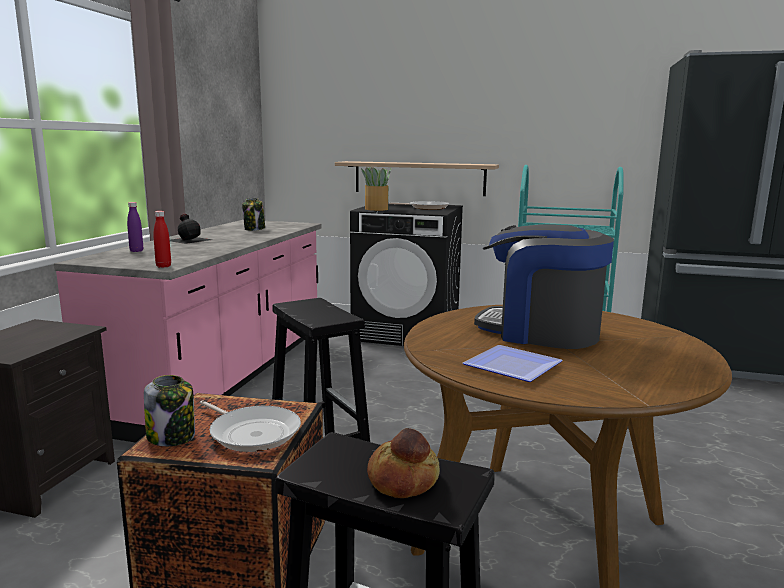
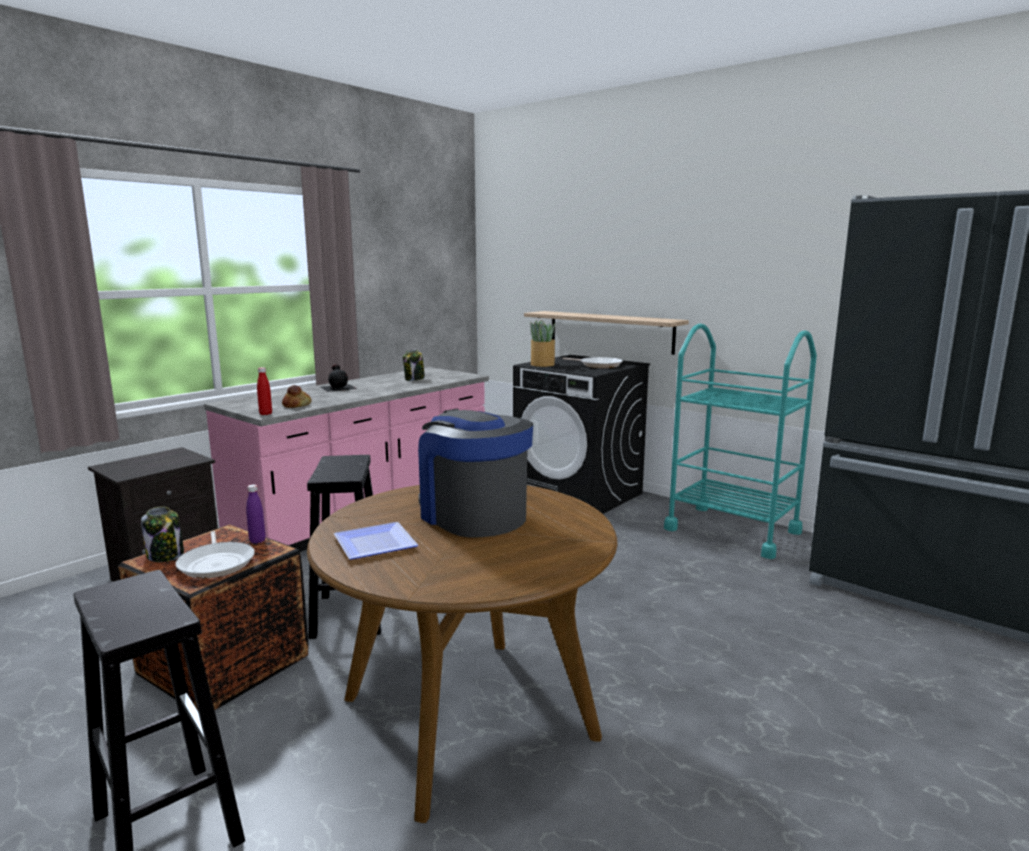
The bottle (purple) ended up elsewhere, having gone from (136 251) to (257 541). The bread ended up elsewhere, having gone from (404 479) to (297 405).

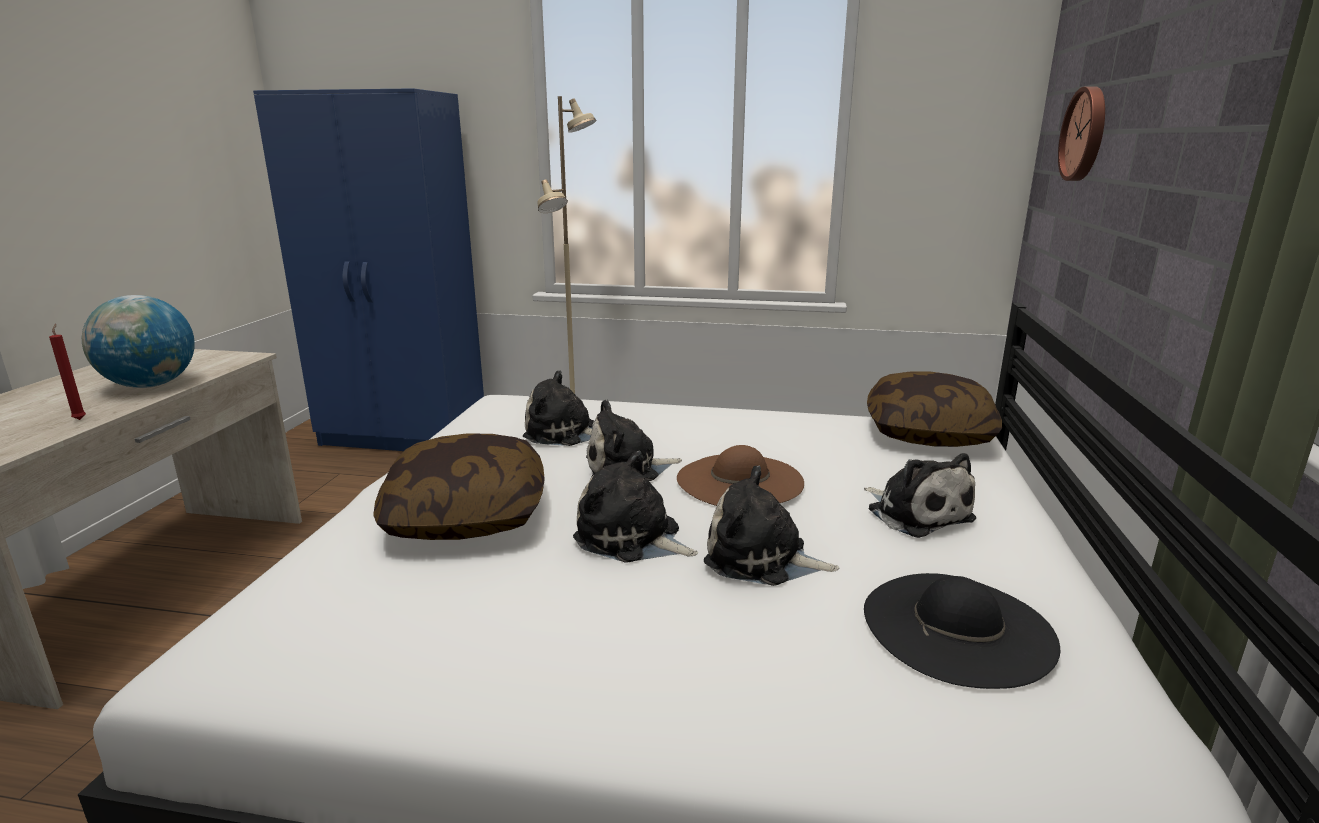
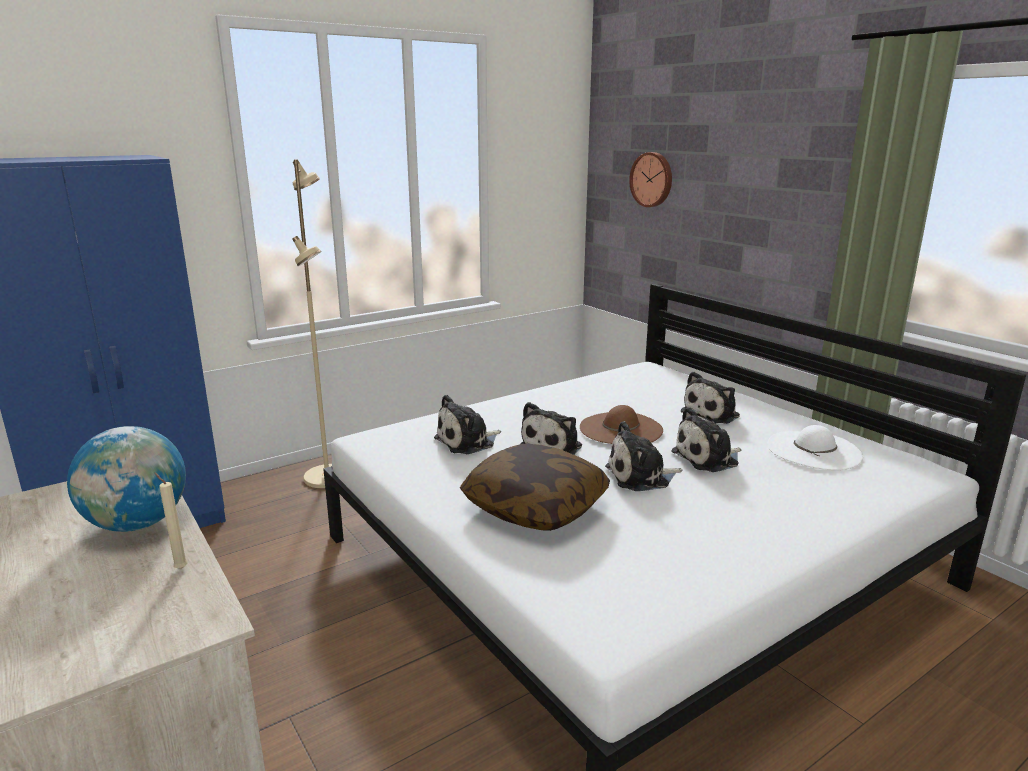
What was the candle (red) at (80 419) turned into the candle (beige) at (179 568). The plush toy at (916 513) ended up facing another way, 120 degrees clockwise from before. What was the hat (black) at (957 627) turned into the hat (white) at (814 450). The second view lost the pillow at (928 432).

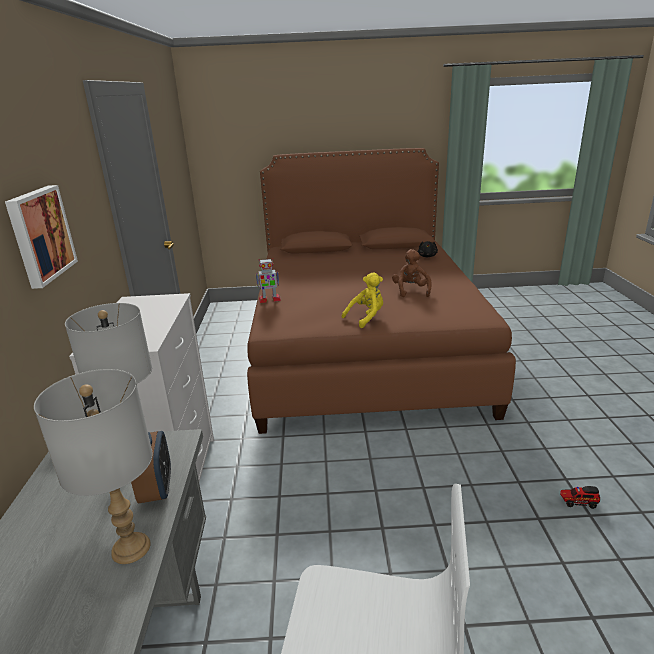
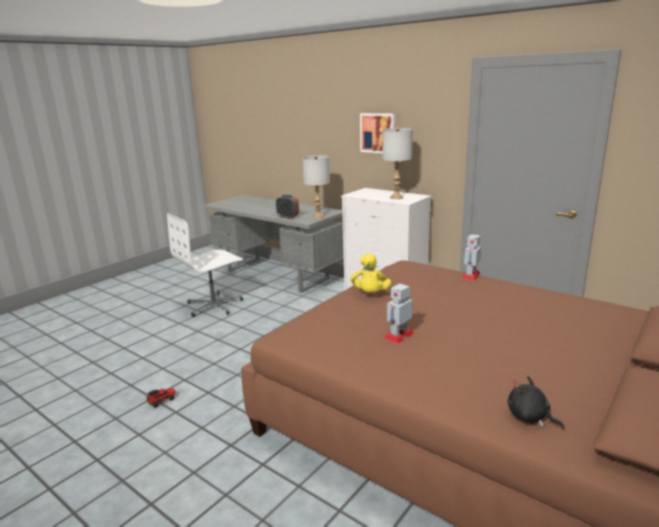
The table lamp (grey) ended up elsewhere, having gone from (131 548) to (396 197). Where the plush toy (brown) stood at (411 291), the toy robot came to stand at (399 335).

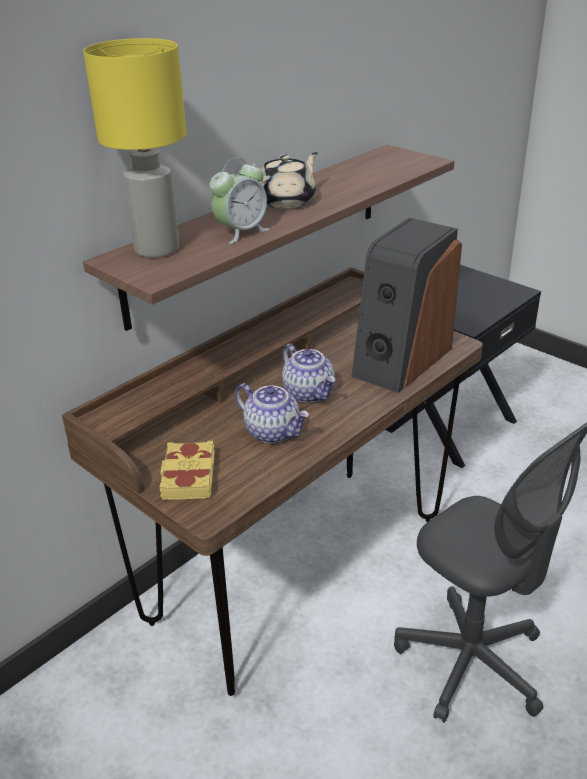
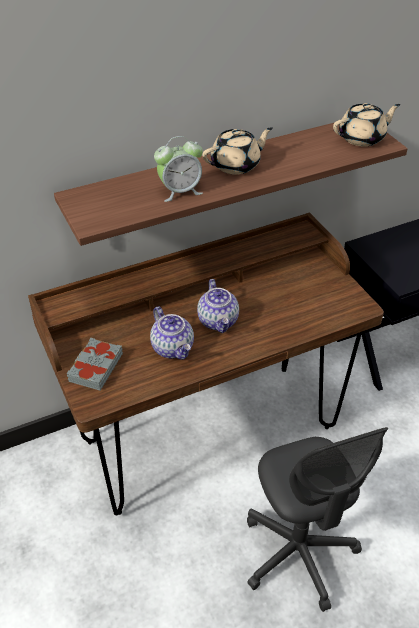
What was the book (yellow) at (187 476) turned into the book (grey) at (95 367). The second view gained the teapot (beige) at (362 138). The second view lost the table lamp (yellow) at (157 250). The second view lost the speaker at (401 360).

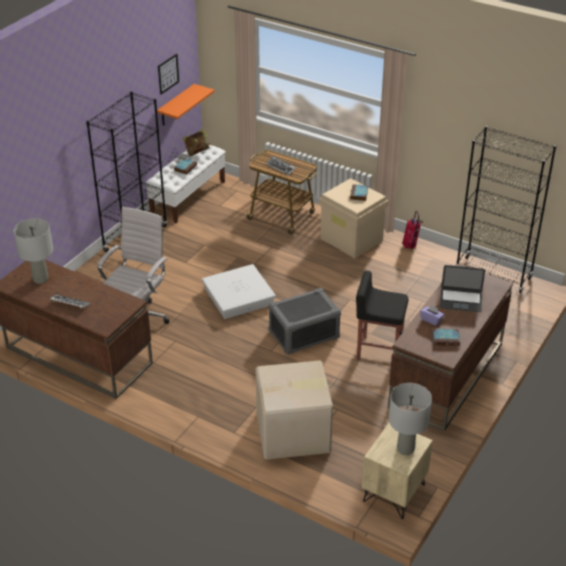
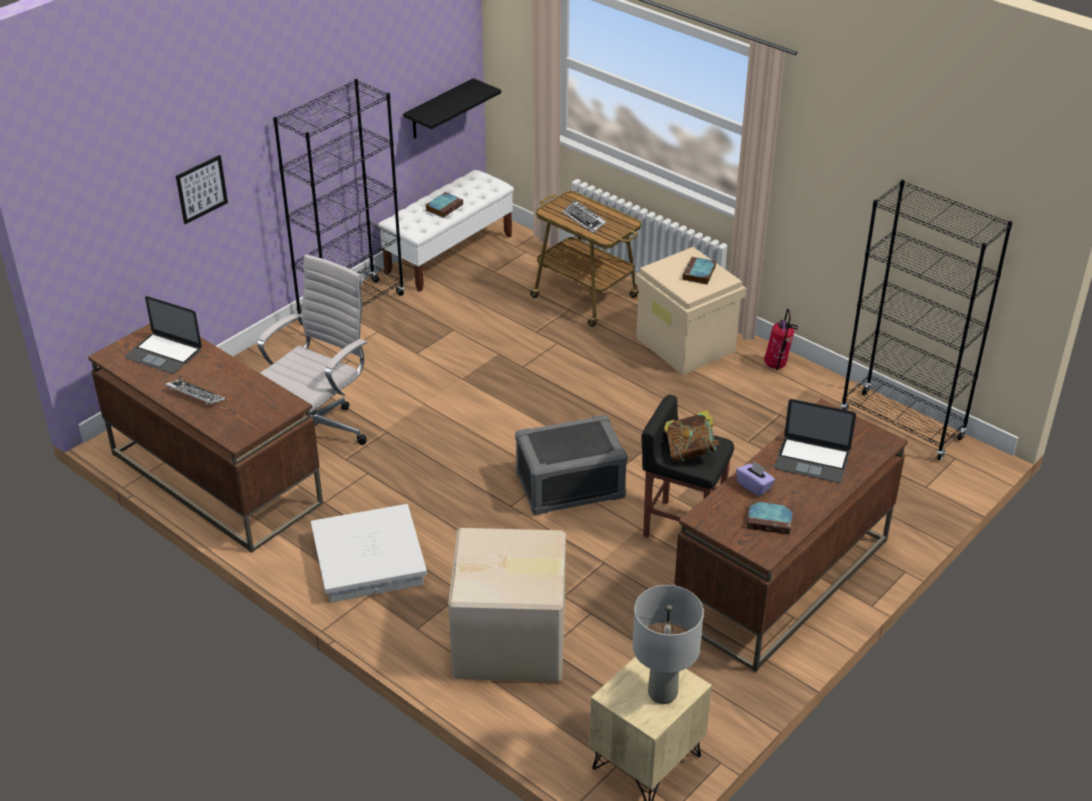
Where the table lamp (grey) stood at (41 279), the laptop came to stand at (163 353). The picture ended up elsewhere, having gone from (168 74) to (201 189). The storage box (white) ended up elsewhere, having gone from (238 296) to (368 561). What was the shelf (orange) at (176 105) turned into the shelf (black) at (439 110). The book ended up elsewhere, having gone from (197 151) to (690 452).

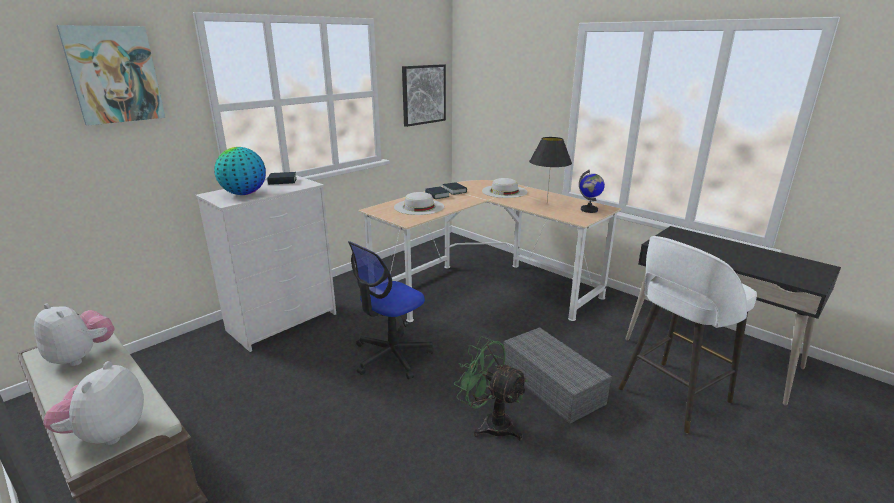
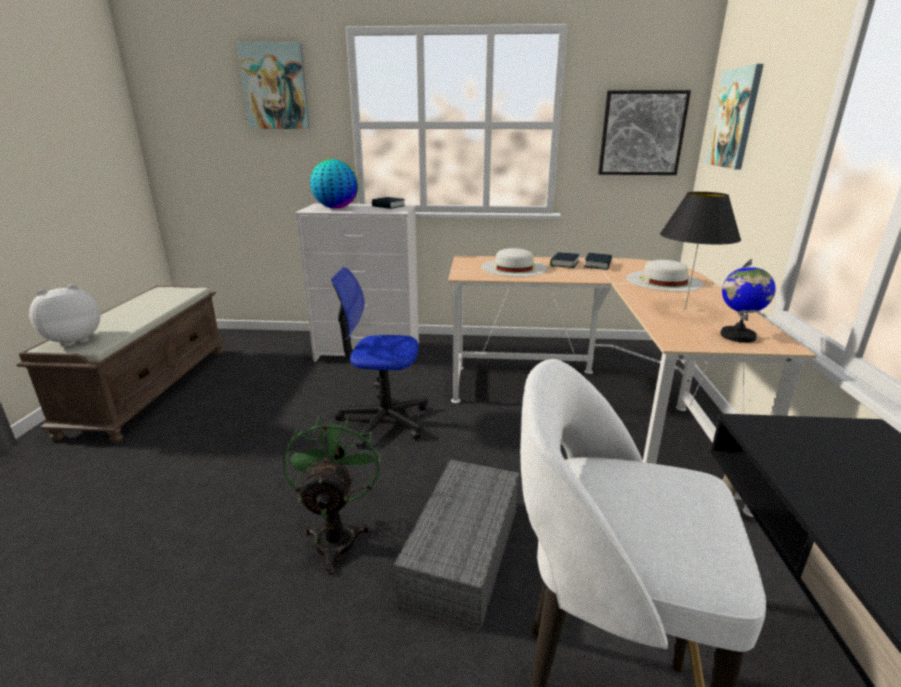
The second view gained the picture at (735 118). The second view lost the plush toy at (82 356).

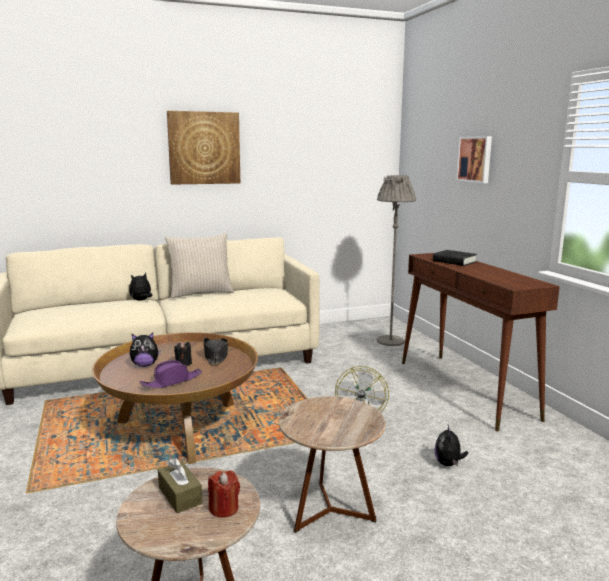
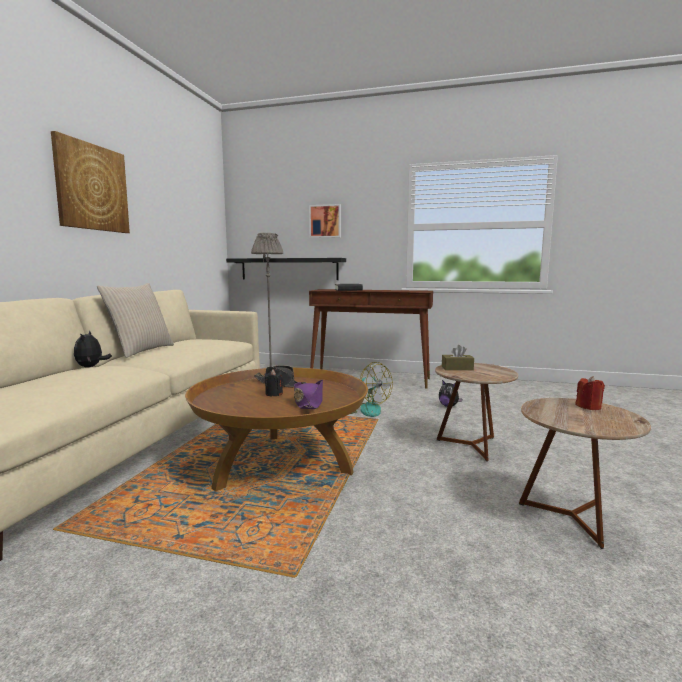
The second view gained the shelf (black) at (289 269). The tissue box (brown) ended up elsewhere, having gone from (180 495) to (457 368). The second view lost the plush toy at (145 365).

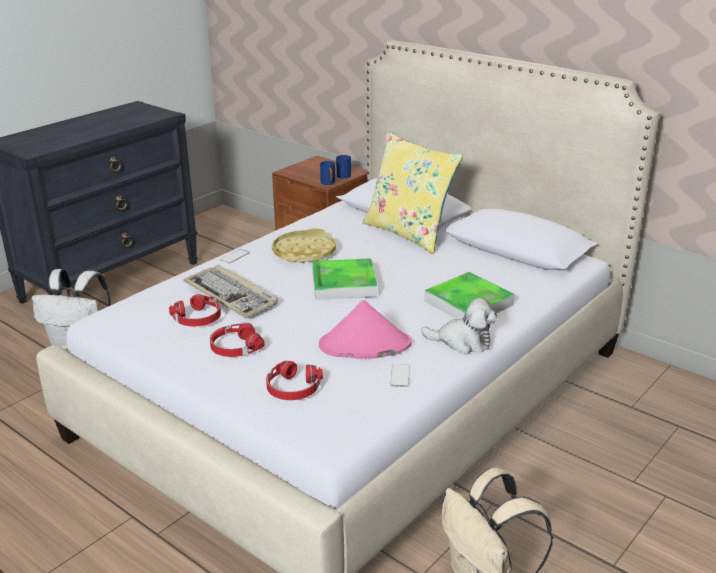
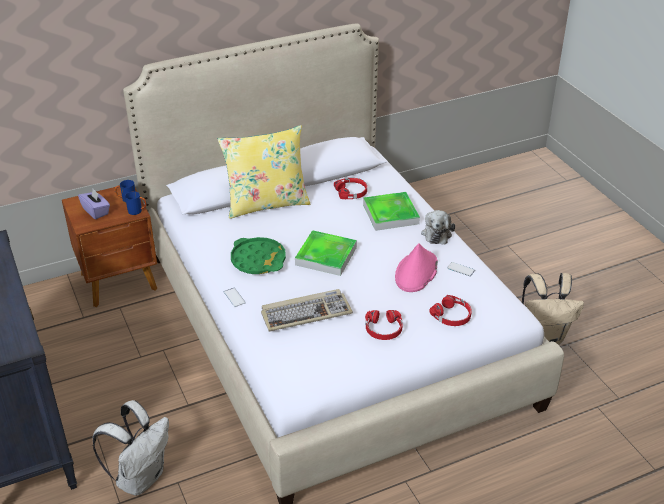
The second view gained the tissue box (purple) at (96 211). What was the tray (yellow) at (304 252) turned into the tray (green) at (258 260). The headphones (red) ended up elsewhere, having gone from (198 318) to (351 192). The plush toy at (463 342) ended up facing another way, 150 degrees clockwise from before.

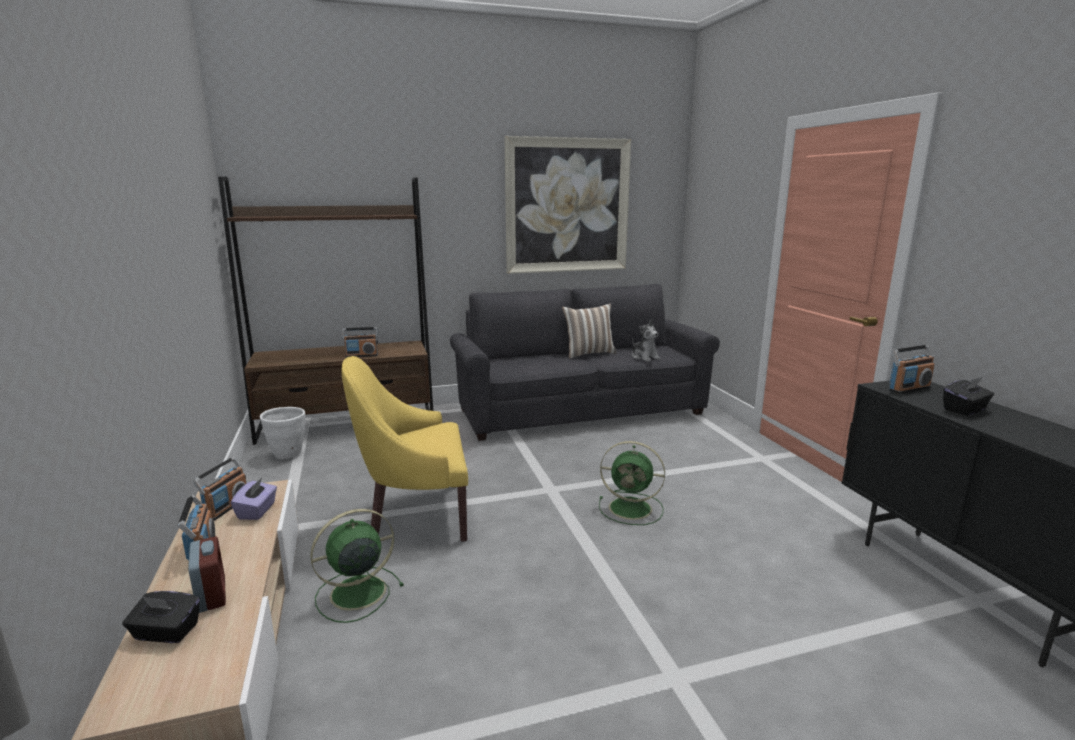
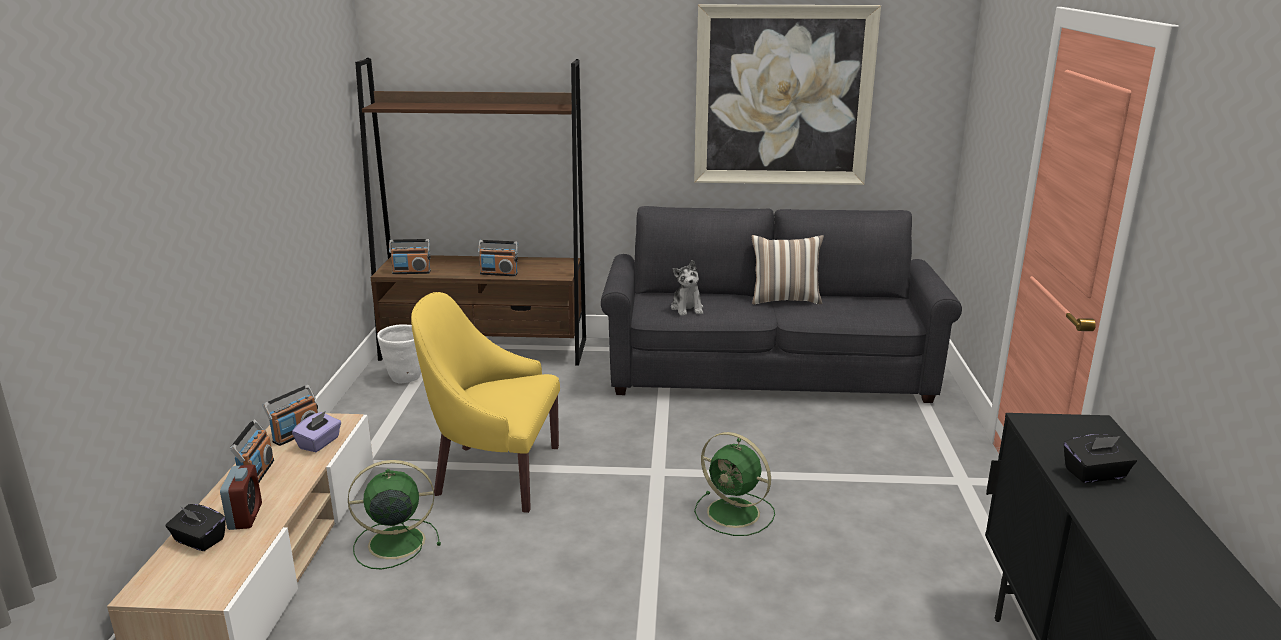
The radio ended up elsewhere, having gone from (908 389) to (411 272). The plush toy ended up elsewhere, having gone from (644 357) to (687 308).

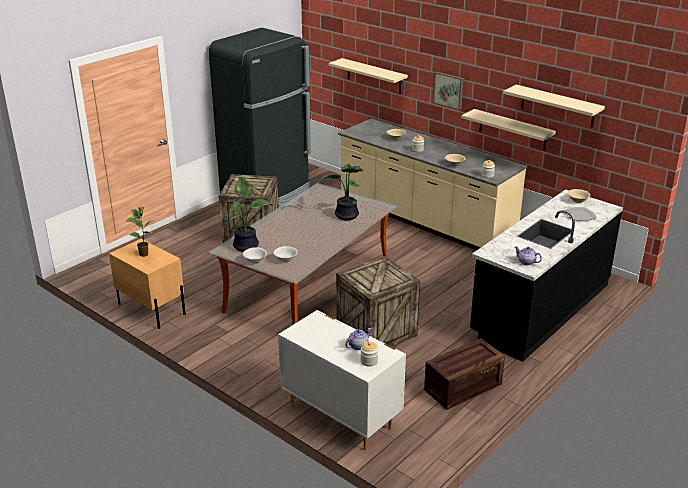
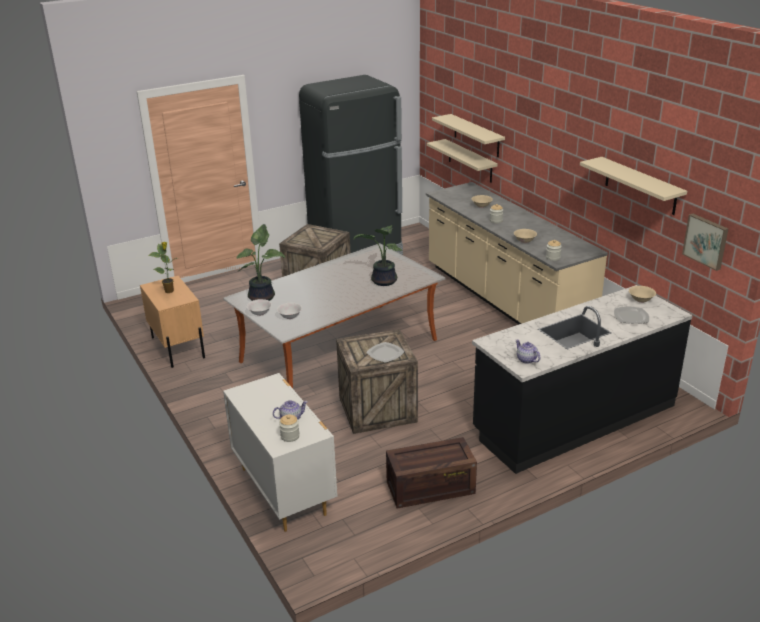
The second view gained the plate at (385 354). The shelf (beige) ended up elsewhere, having gone from (512 130) to (470 161). The picture ended up elsewhere, having gone from (449 90) to (706 241).

